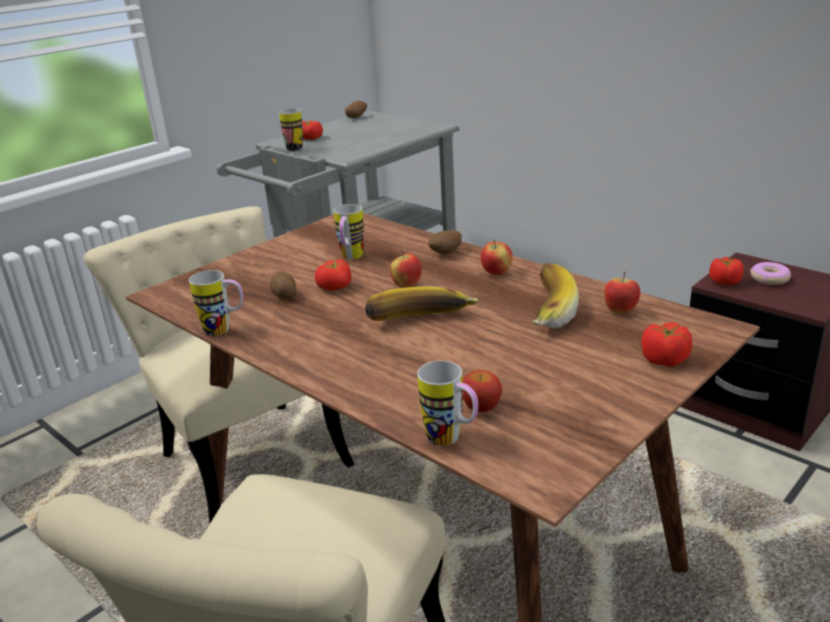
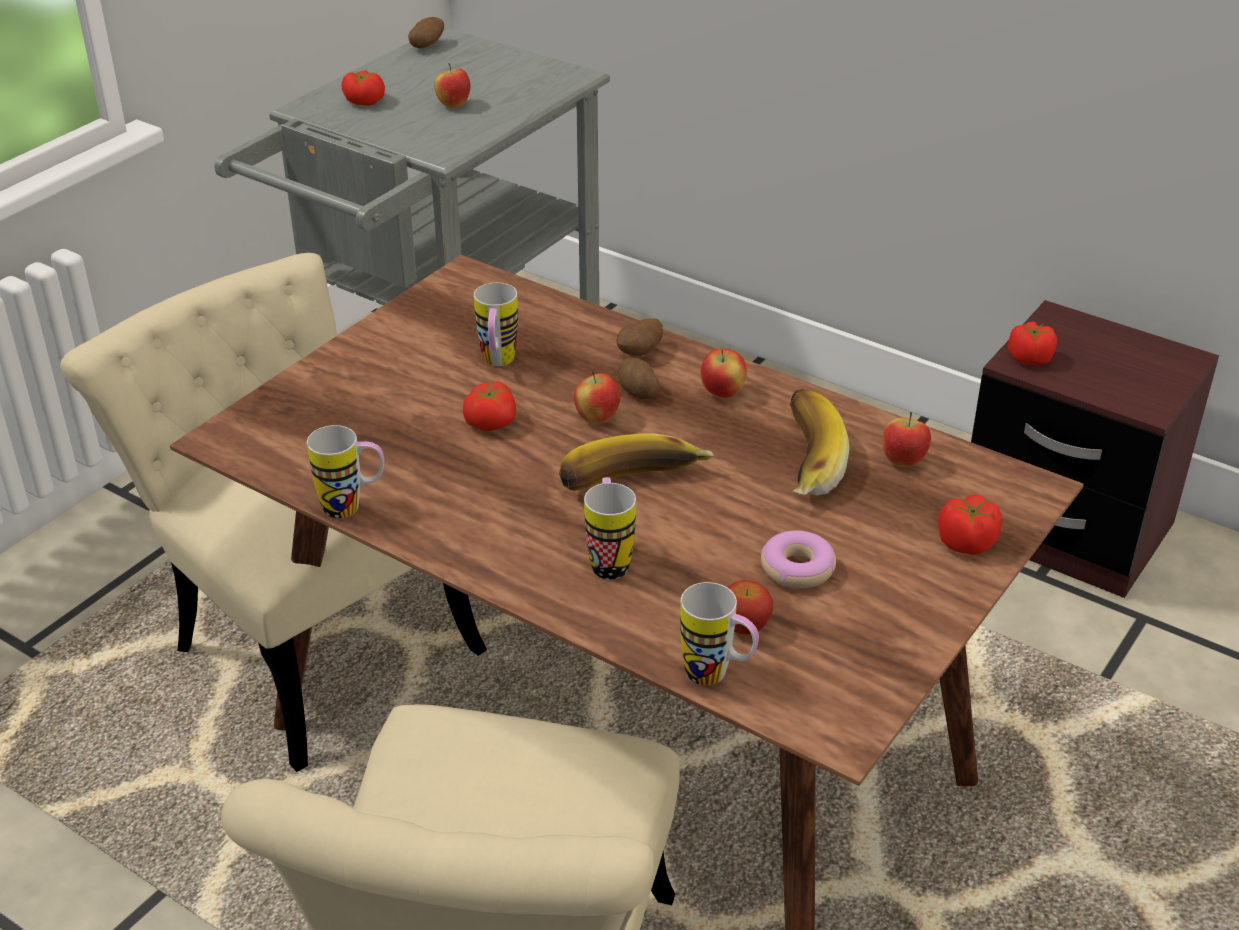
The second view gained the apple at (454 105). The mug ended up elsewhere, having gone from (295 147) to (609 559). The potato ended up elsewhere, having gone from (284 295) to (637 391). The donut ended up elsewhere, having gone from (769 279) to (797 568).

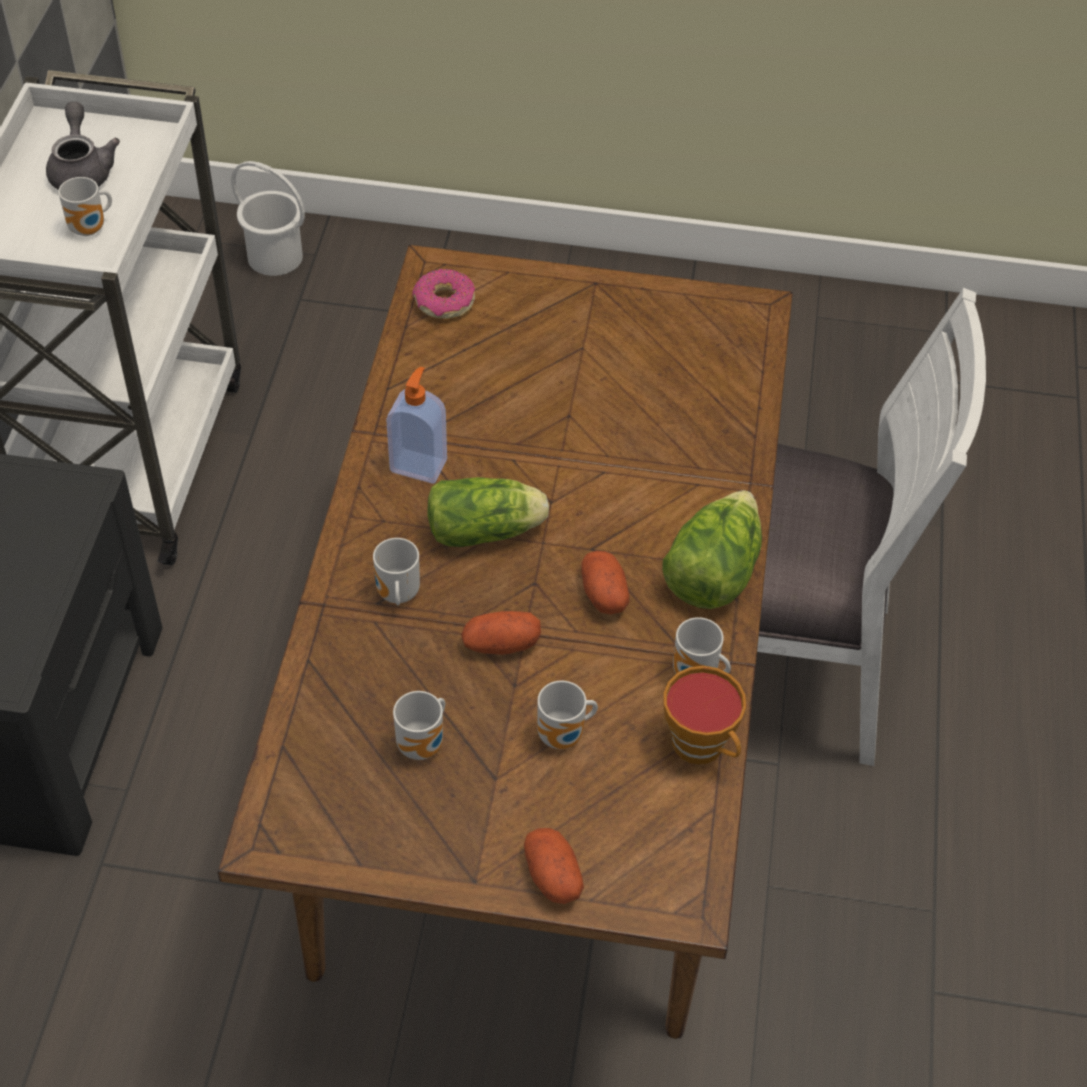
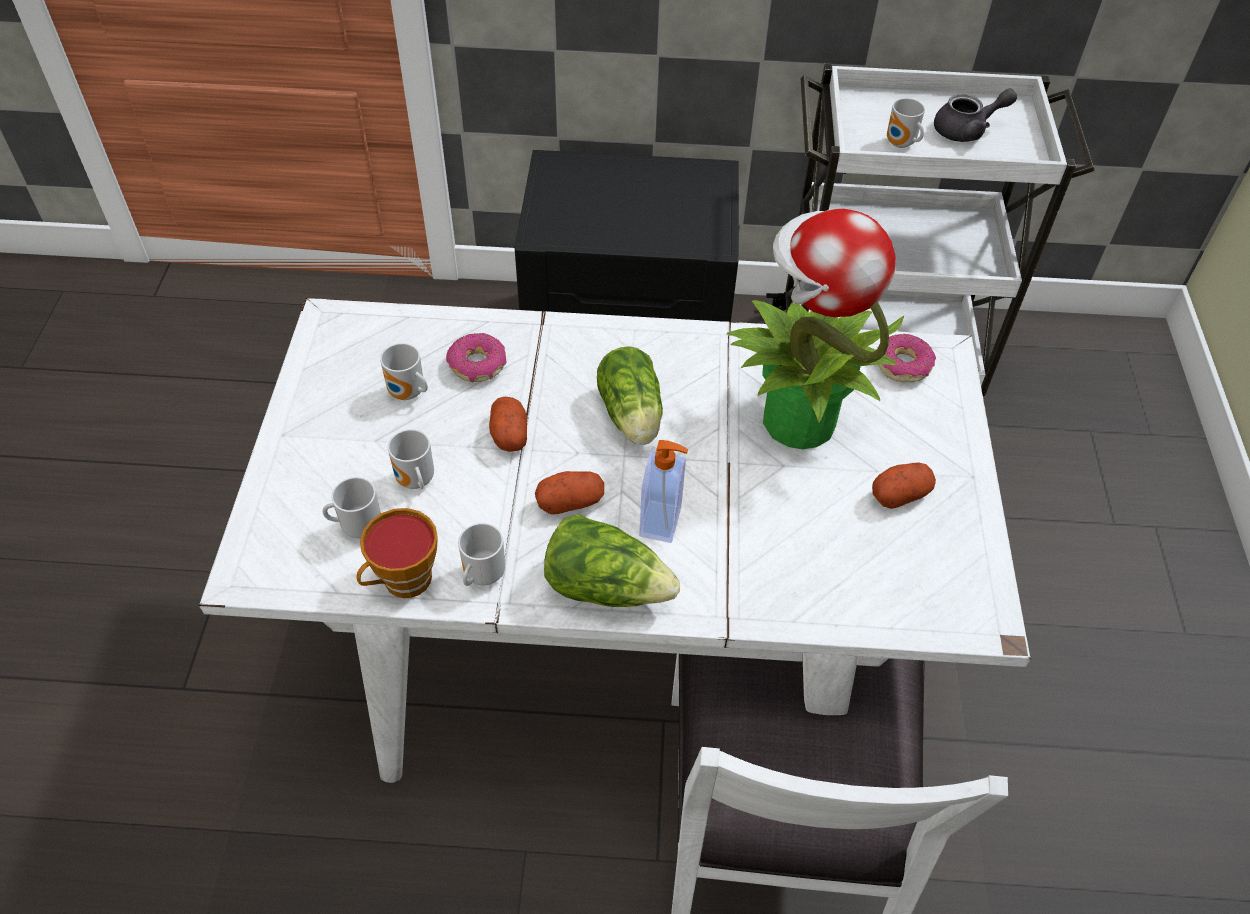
What was the dining table (brown) at (534 776) turned into the dining table (white) at (619 653). The mug ended up elsewhere, having gone from (396 595) to (359 526). The second view gained the donut at (477 365). The soap dispenser ended up elsewhere, having gone from (419 465) to (662 522). The second view gained the potted plant at (796 419). The potato ended up elsewhere, having gone from (552 875) to (900 494). The second view lost the bucket (white) at (275 256).

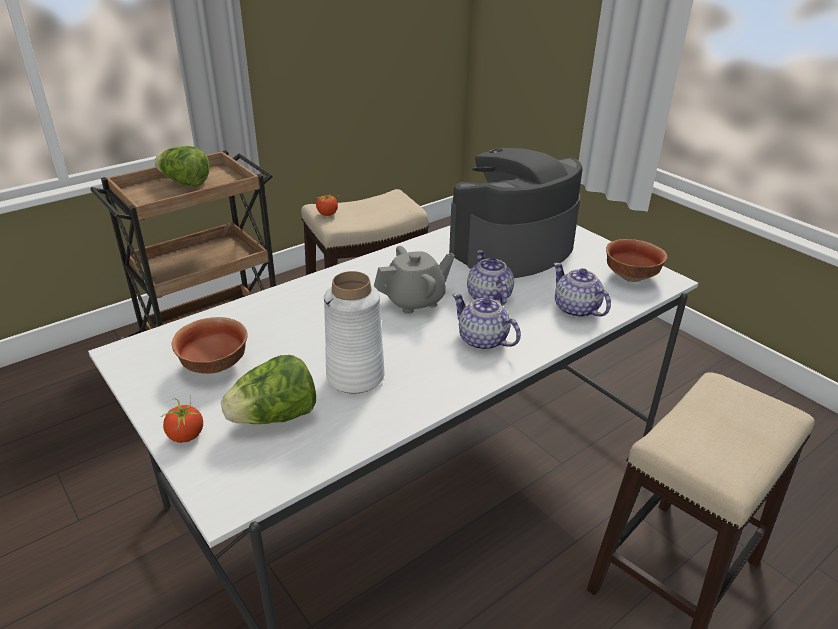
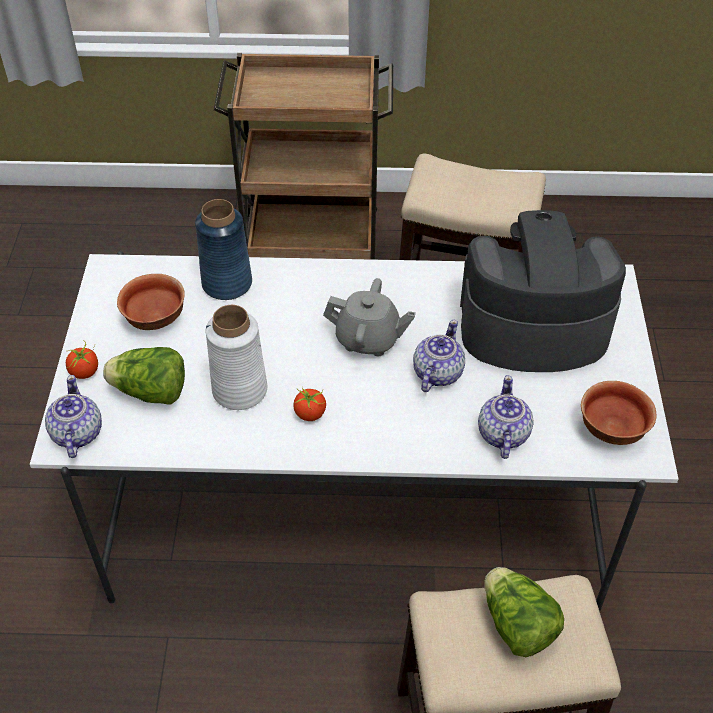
The teapot ended up elsewhere, having gone from (483 340) to (76 434). The second view gained the vase (blue) at (226 283). The tomato ended up elsewhere, having gone from (327 214) to (310 414). The lettuce ended up elsewhere, having gone from (185 183) to (516 625).

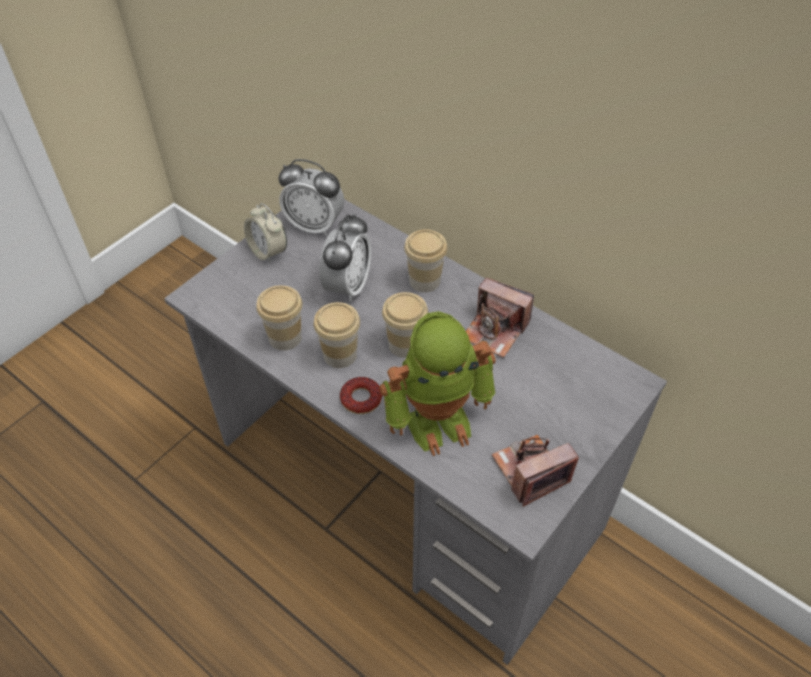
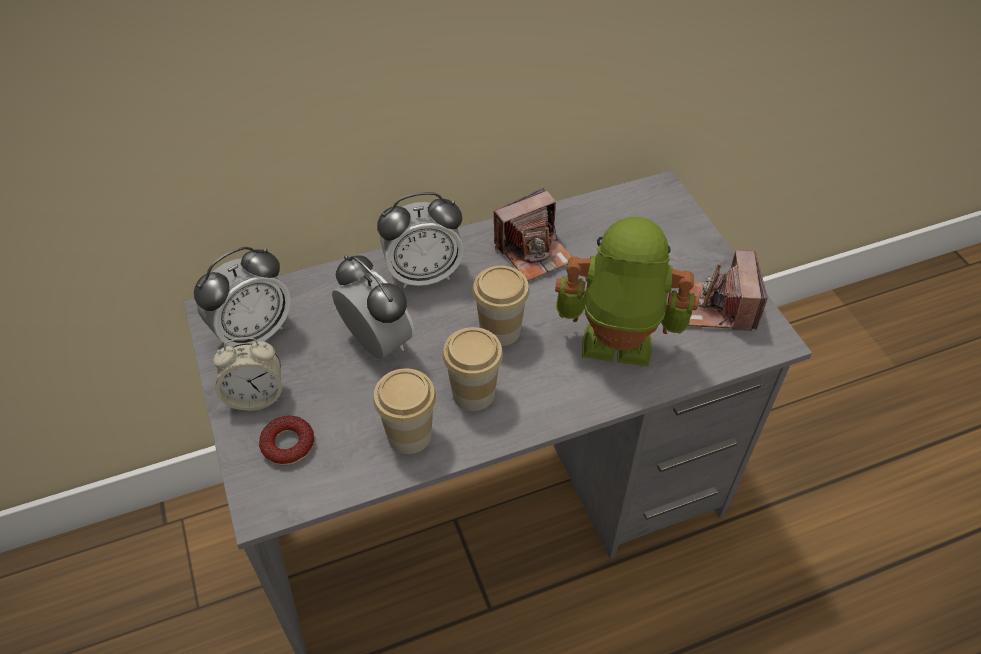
The donut ended up elsewhere, having gone from (361 399) to (288 444). Where the cup stood at (424 280), the alarm clock came to stand at (424 274). The toy robot at (437 419) ended up facing another way, 90 degrees counterclockwise from before.

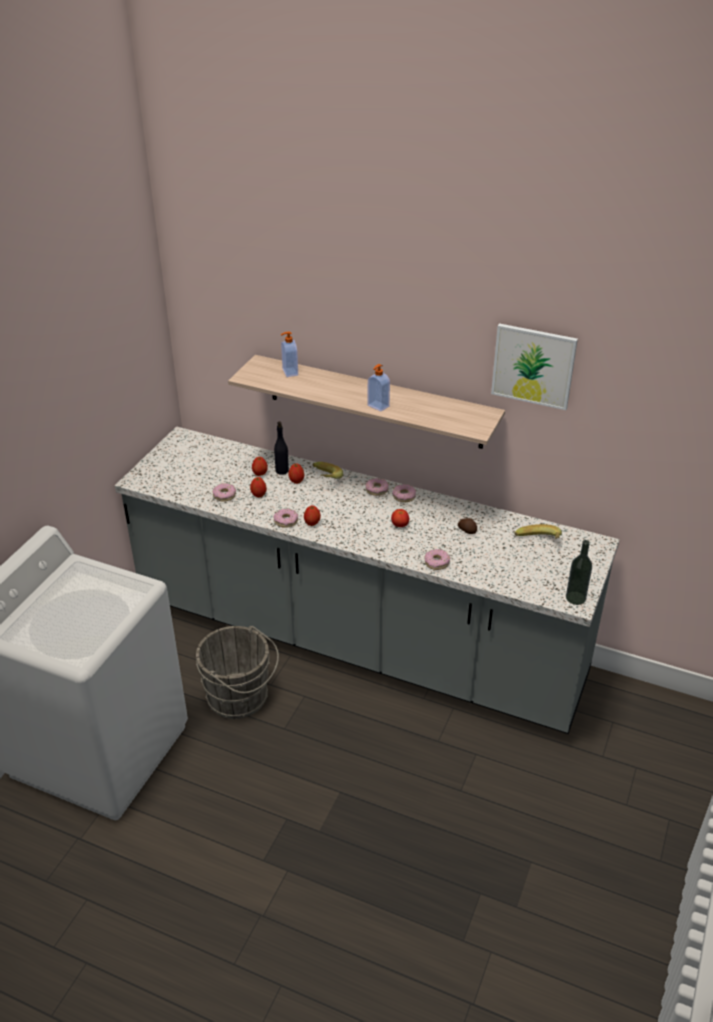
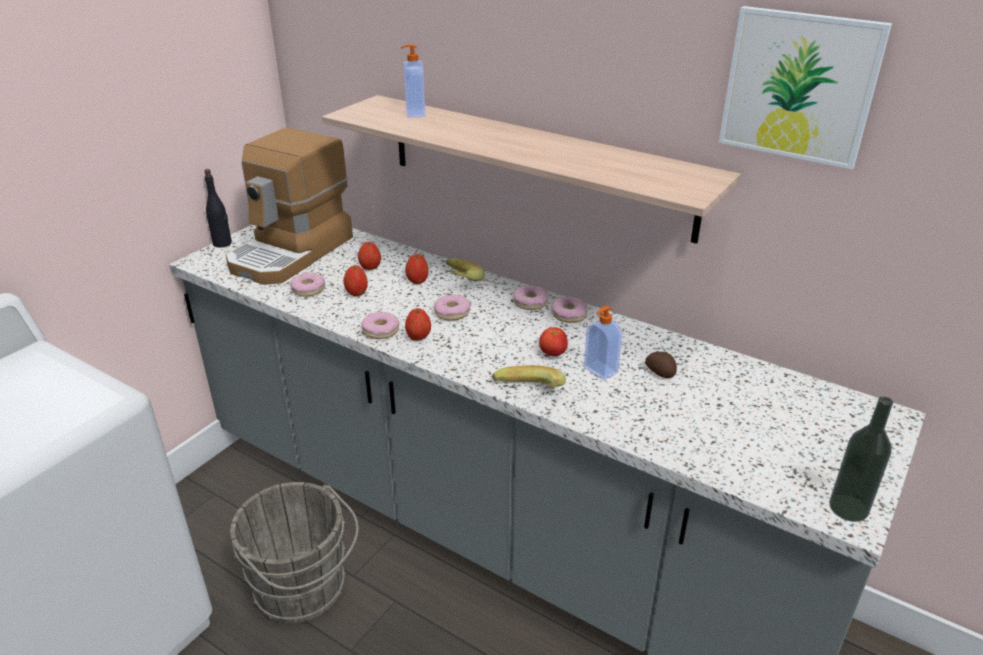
The bottle (black) ended up elsewhere, having gone from (282 470) to (222 243). The second view gained the coffee machine at (292 253). The donut ended up elsewhere, having gone from (437 562) to (452 312). The banana ended up elsewhere, having gone from (538 543) to (528 396). The soap dispenser ended up elsewhere, having gone from (377 406) to (599 370).

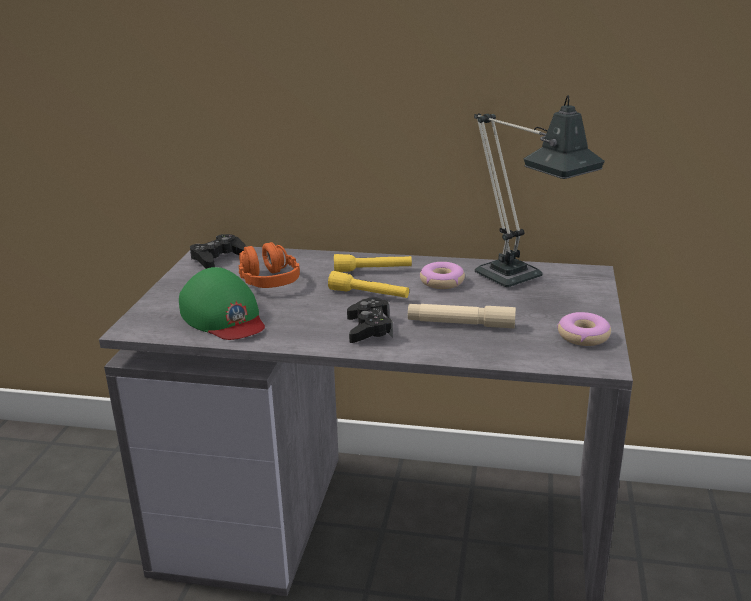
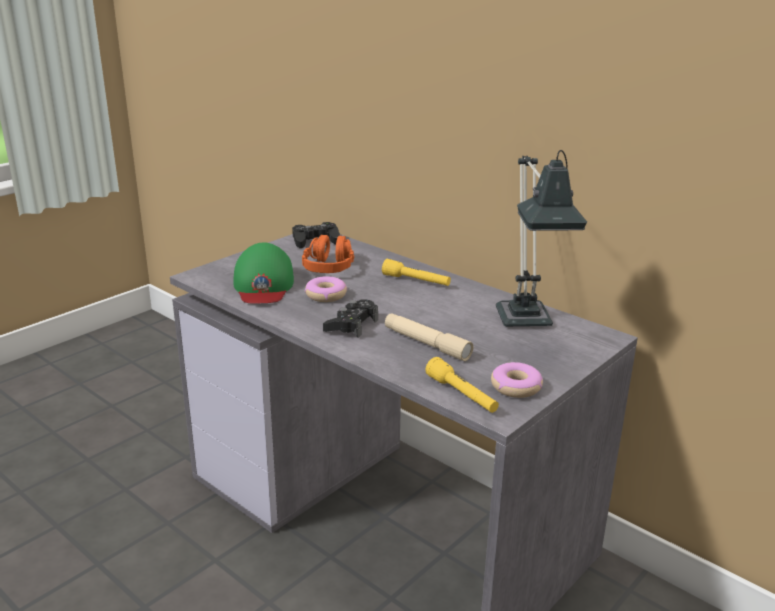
The donut ended up elsewhere, having gone from (441 282) to (326 295). The flashlight (yellow) ended up elsewhere, having gone from (369 295) to (462 395).

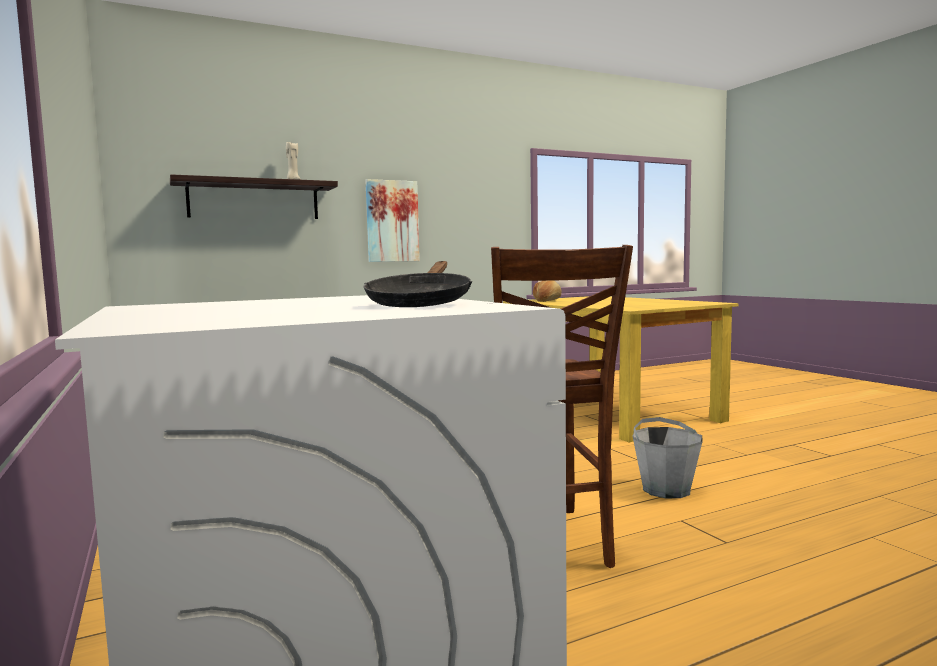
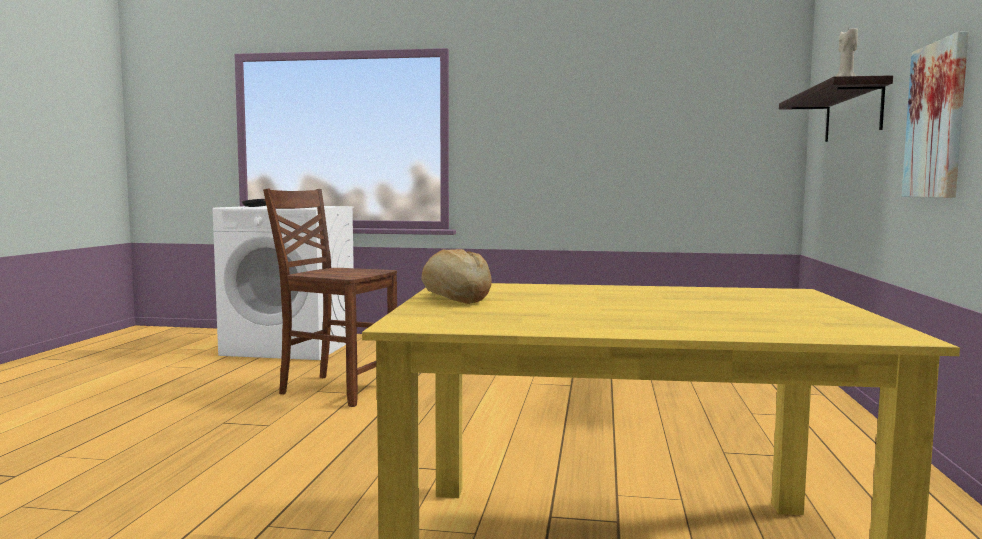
The bread ended up elsewhere, having gone from (547 301) to (455 299). The second view lost the bucket (grey) at (666 489).

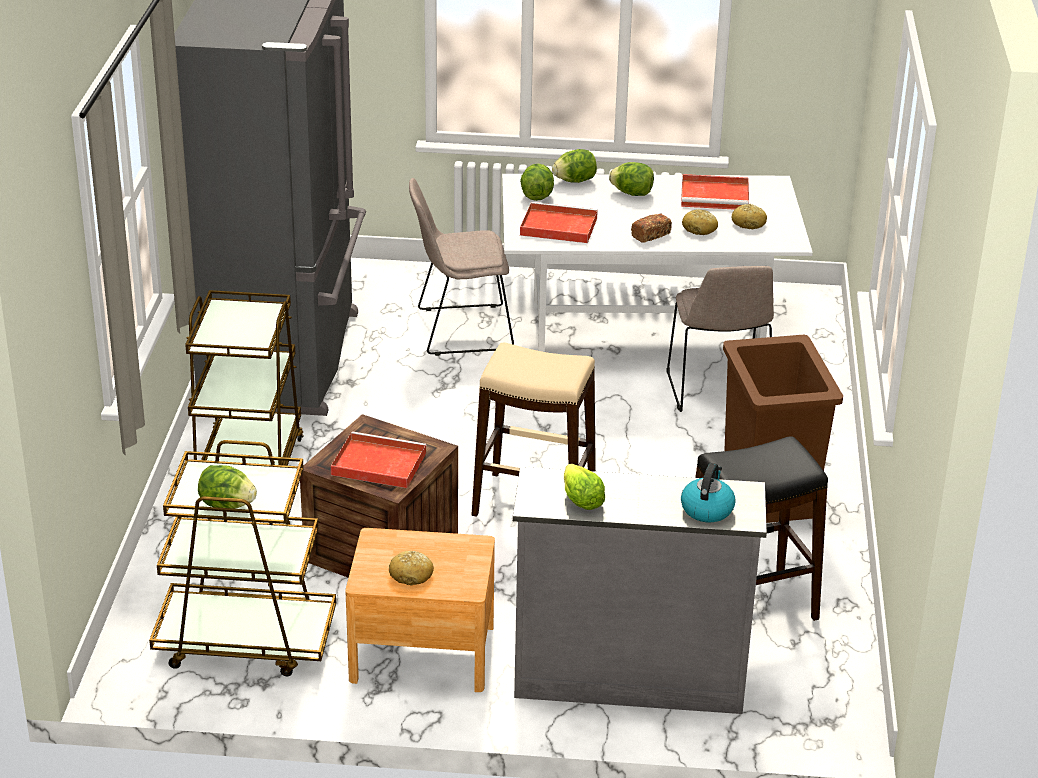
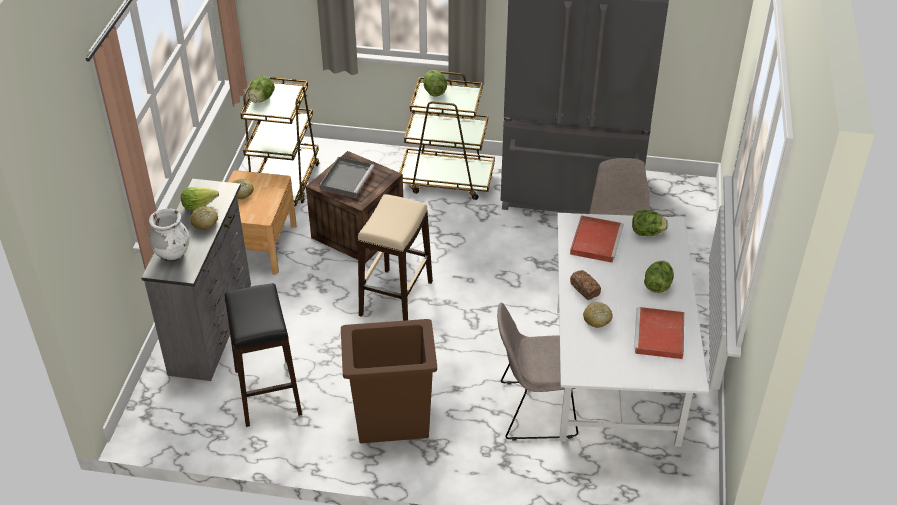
Where the kettle stood at (707 509), the vase (white) came to stand at (172 254). The bread ended up elsewhere, having gone from (748 223) to (204 222). What was the tray (red) at (376 464) turned into the tray (grey) at (347 178). The lettuce ended up elsewhere, having gone from (575 181) to (434 92).

